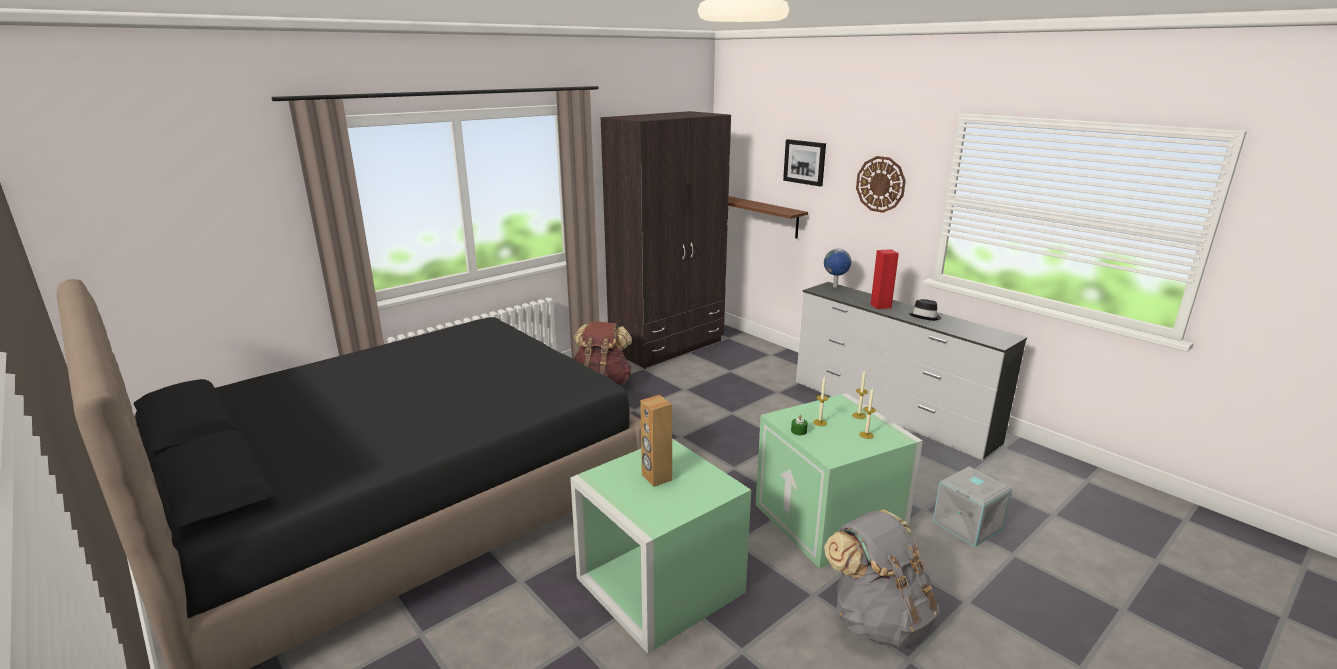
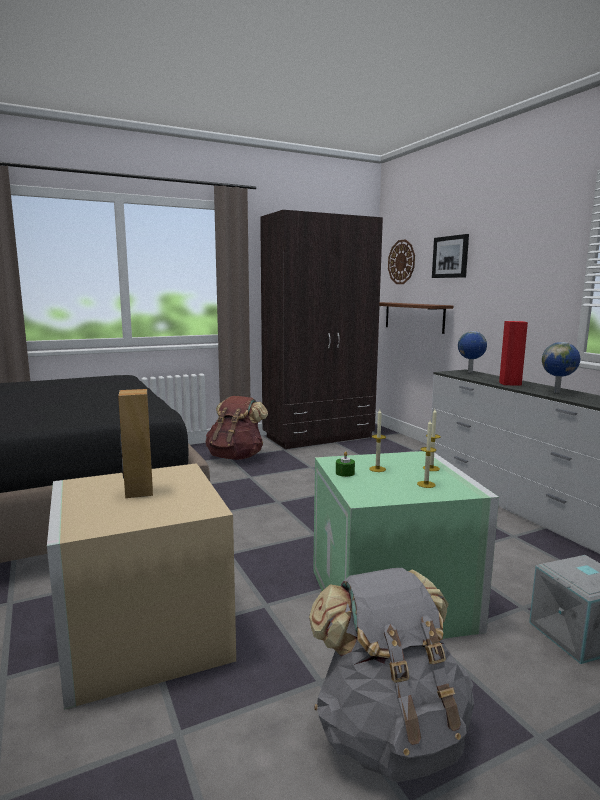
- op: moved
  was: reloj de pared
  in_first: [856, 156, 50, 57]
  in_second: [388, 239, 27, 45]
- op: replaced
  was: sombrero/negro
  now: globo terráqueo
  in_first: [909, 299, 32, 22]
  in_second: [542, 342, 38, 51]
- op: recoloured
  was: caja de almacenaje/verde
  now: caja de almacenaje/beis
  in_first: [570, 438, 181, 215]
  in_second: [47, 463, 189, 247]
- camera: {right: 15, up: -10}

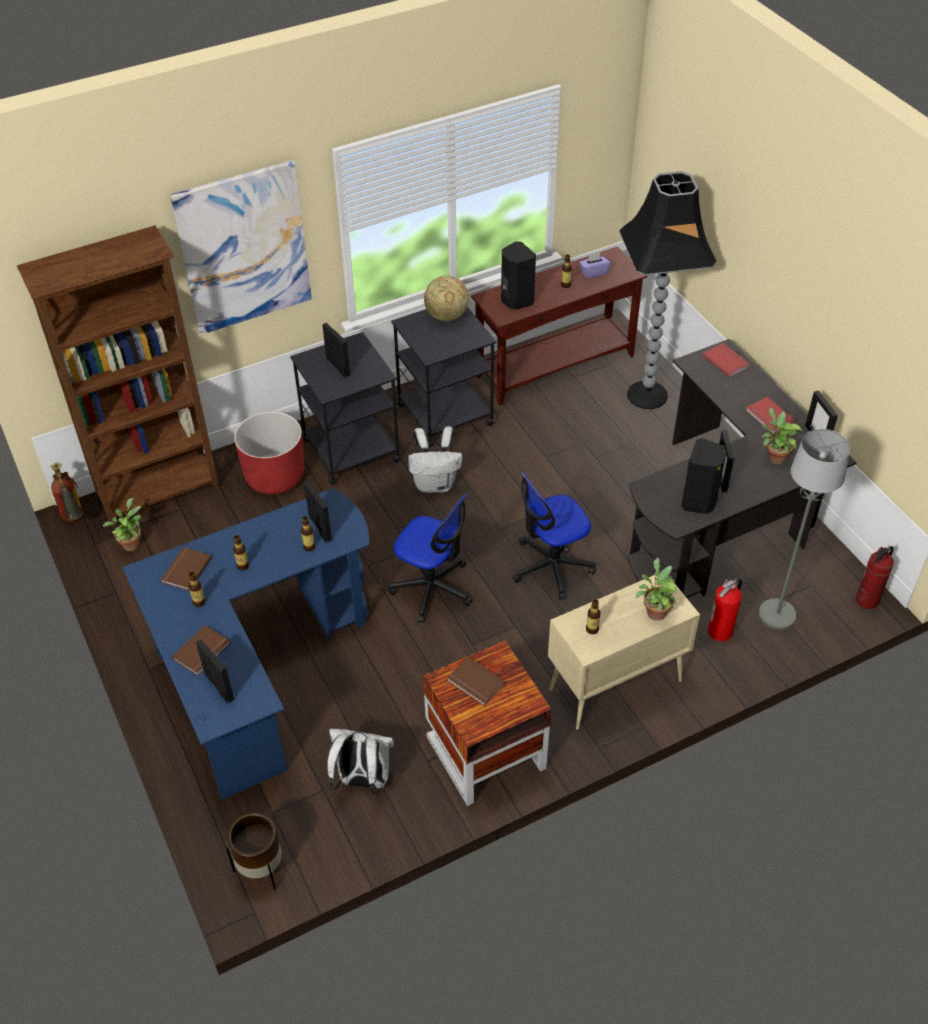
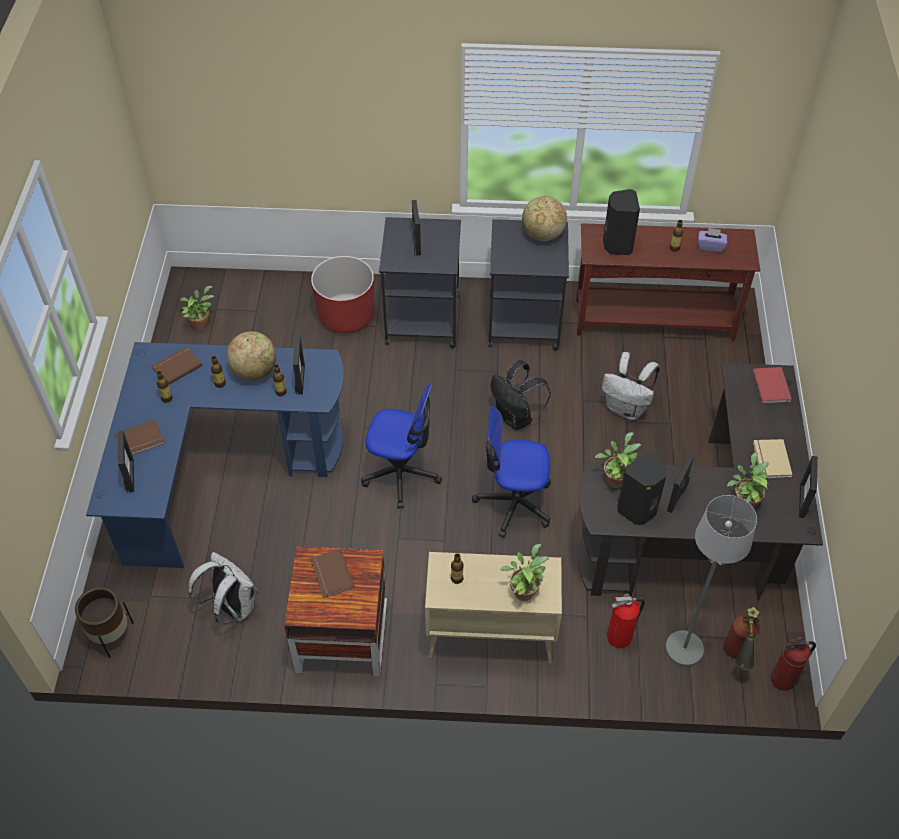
- op: removed
  was: estantería/marrón
  in_first: [17, 225, 203, 303]
- op: removed
  was: cuadro
  in_first: [170, 160, 142, 175]
- op: removed
  was: lámpara de pie/negro
  in_first: [619, 171, 98, 238]
- op: added
  now: globo terráqueo
  in_second: [227, 331, 49, 49]
- op: added
  now: mochila/negro
  in_second: [490, 360, 61, 70]
- op: added
  now: planta en maceta
  in_second: [595, 432, 46, 56]
- op: moved
  was: extintor
  in_first: [51, 462, 32, 61]
  in_second: [724, 607, 36, 64]
- op: moved
  was: mochila/blanco
  in_first: [408, 426, 55, 67]
  in_second: [602, 352, 58, 68]
- op: recoloured
  was: libro/rojo
  now: libro/beis
  in_first: [746, 397, 49, 37]
  in_second: [753, 439, 40, 39]
- op: turned
  was: silla de oficina
  in_first: [388, 493, 84, 130]
  in_second: [361, 384, 81, 125]
  clockwise: -45
- camera: {right: 30, up: 5}

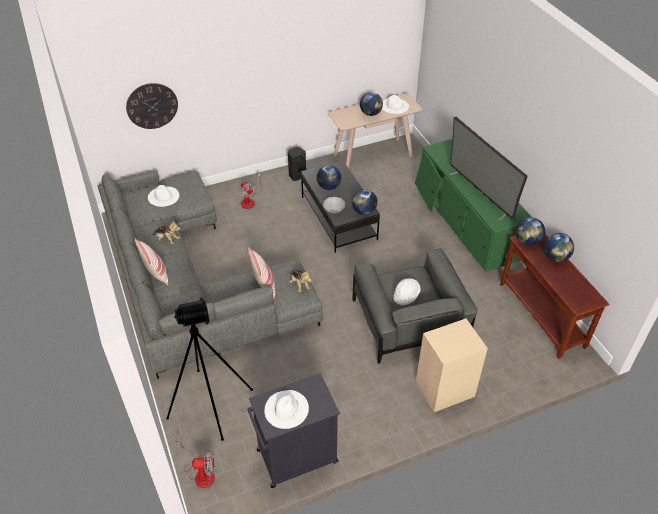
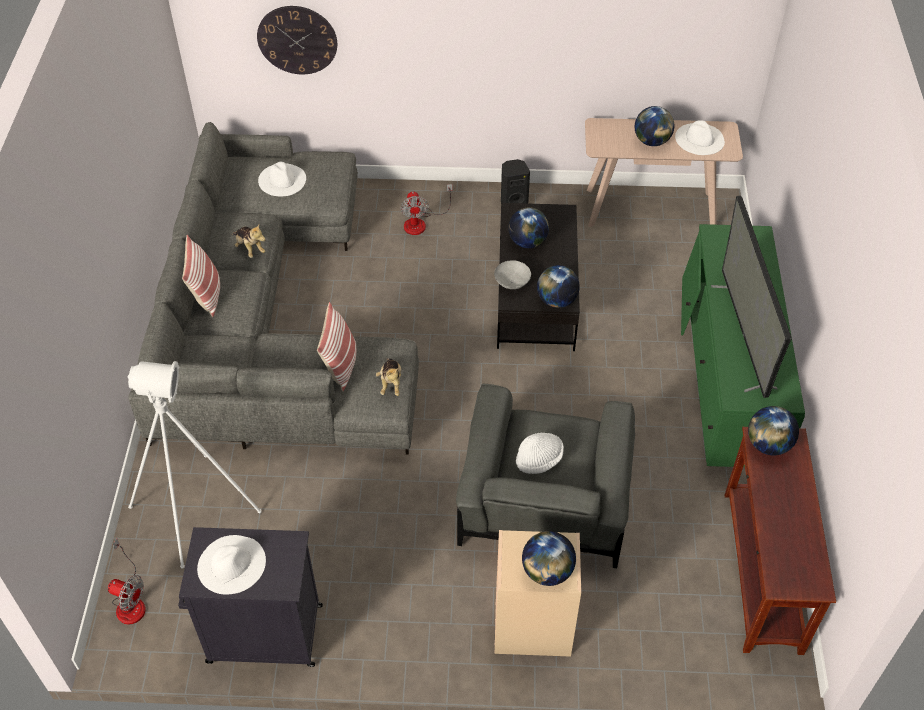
- op: moved
  was: globo terráqueo
  in_first: [544, 233, 30, 29]
  in_second: [522, 531, 54, 55]
- op: recoloured
  was: lámpara de pie/negro
  now: lámpara de pie/blanco
  in_first: [166, 297, 87, 144]
  in_second: [128, 361, 134, 207]
- camera: {right: 25, up: 5}

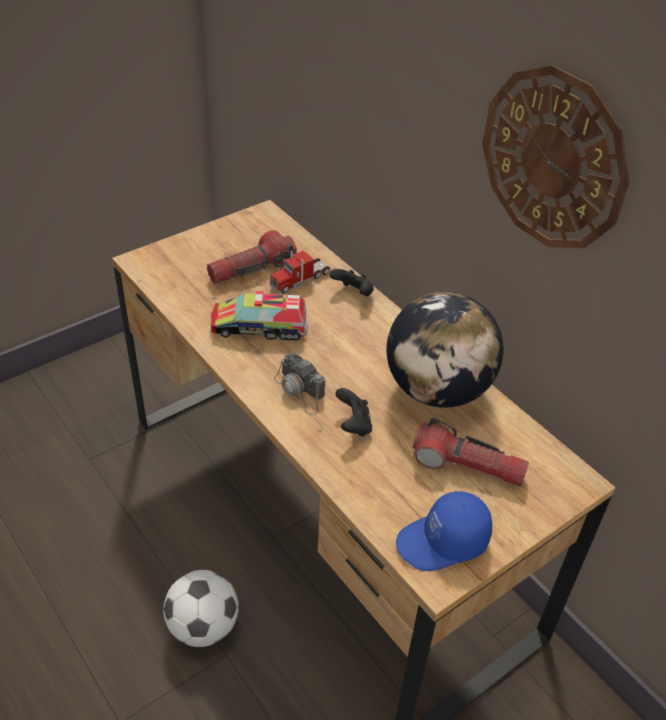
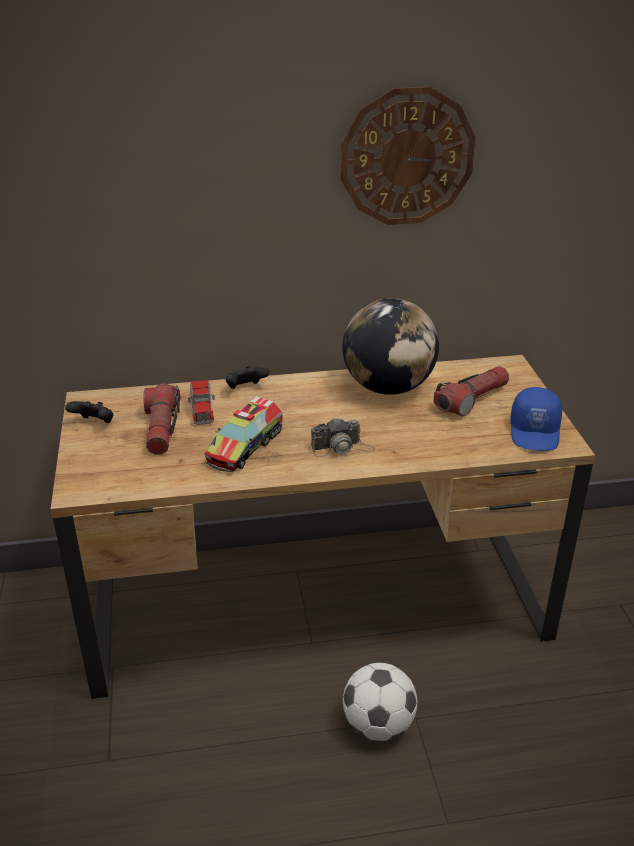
- op: moved
  was: mando de consola/negro
  in_first: [335, 388, 37, 49]
  in_second: [65, 401, 49, 22]
- camera: {right: -60, up: -10}

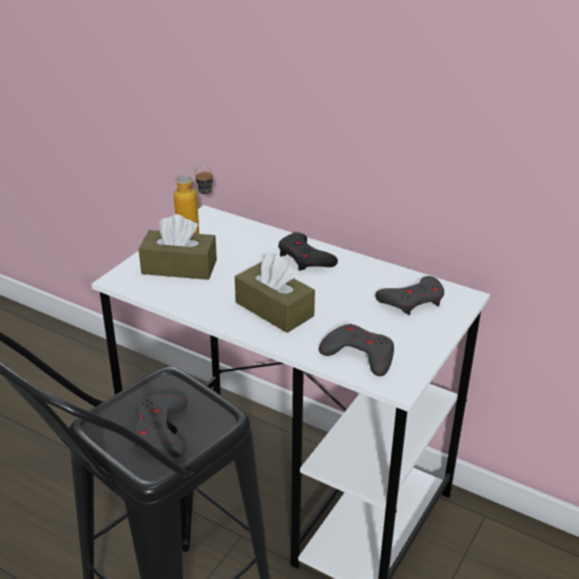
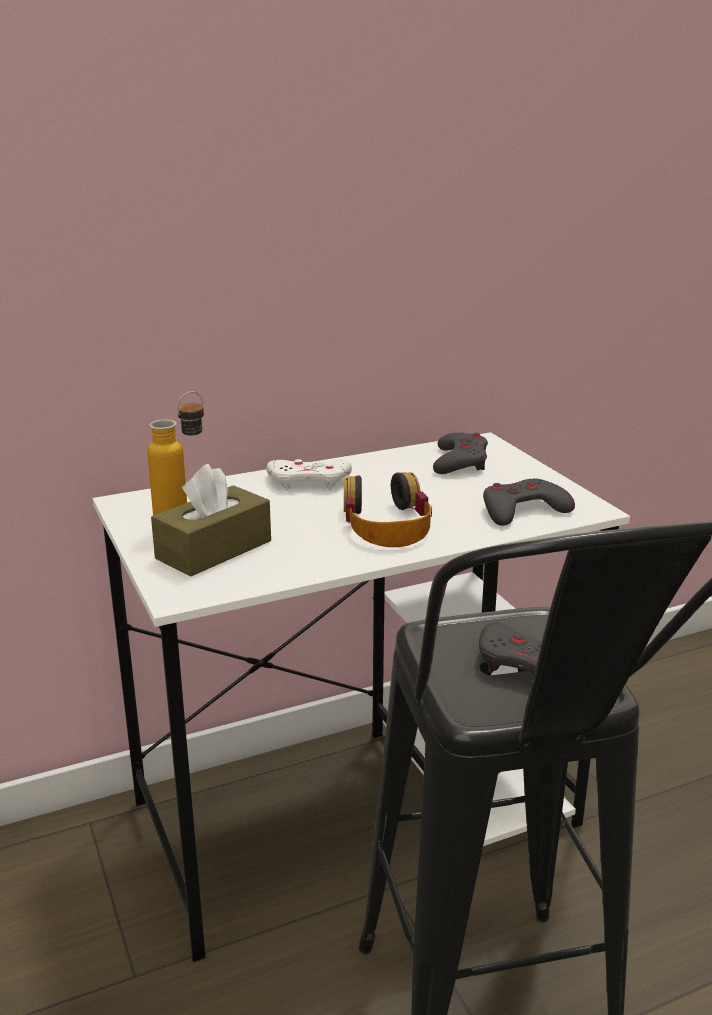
- op: replaced
  was: caja de pañuelos/marrón
  now: auriculares
  in_first: [235, 254, 80, 79]
  in_second: [344, 472, 88, 75]
- op: recoloured
  was: mando de consola/negro
  now: mando de consola/blanco
  in_first: [278, 233, 60, 38]
  in_second: [266, 459, 86, 32]
- camera: {right: -55, up: -10}

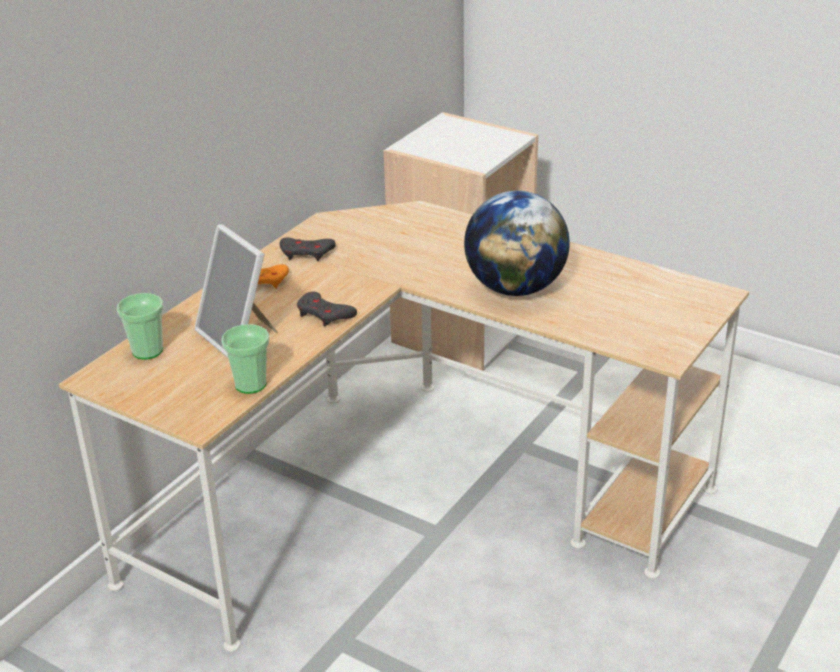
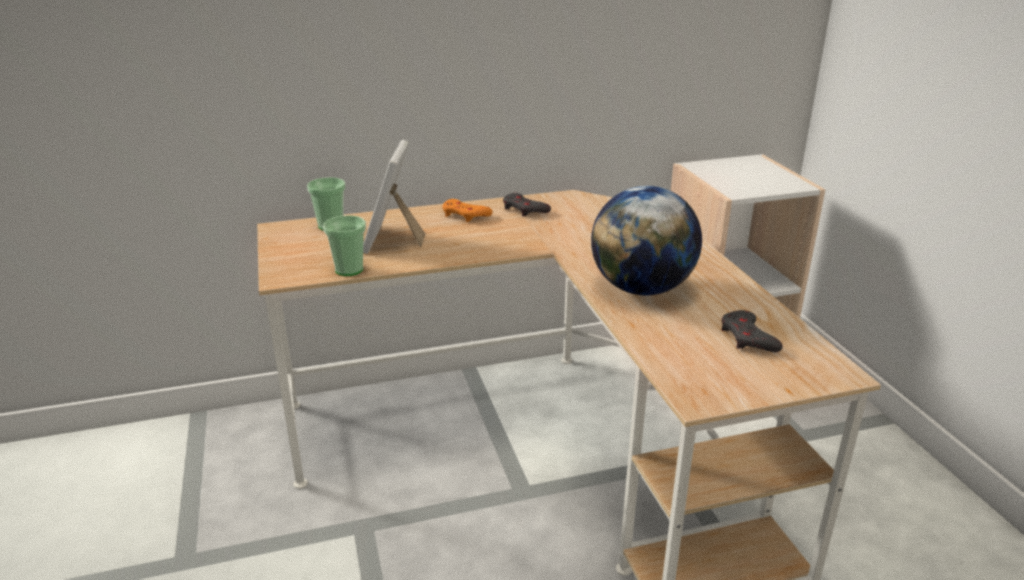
- op: moved
  was: mando de consola/gris
  in_first: [297, 292, 60, 34]
  in_second: [722, 310, 61, 42]
- camera: {right: 40, up: -5}

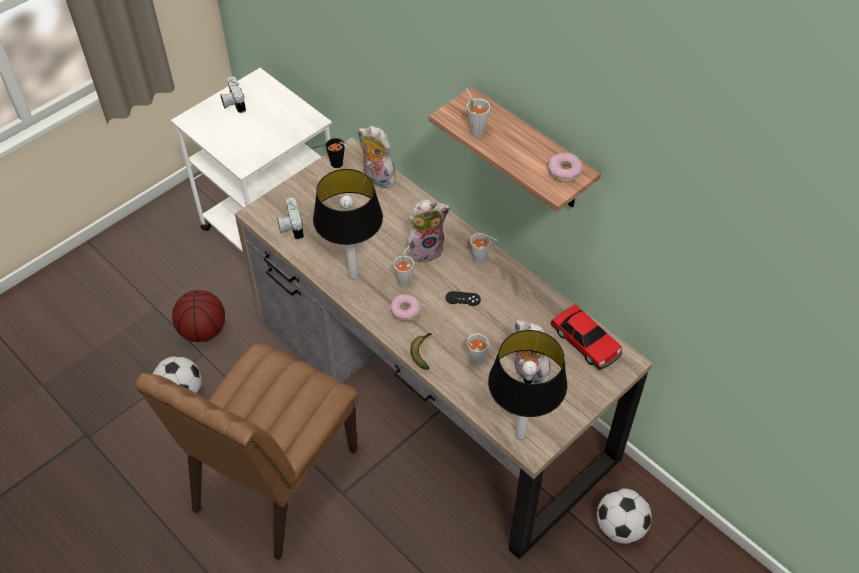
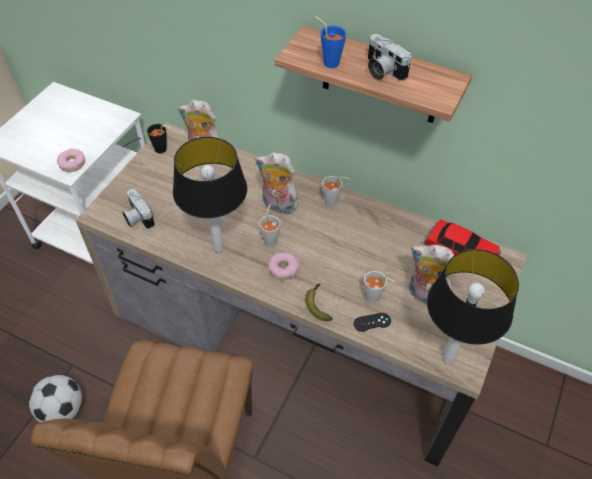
- op: removed
  was: balón de baloncesto
  in_first: [172, 290, 53, 52]
- op: removed
  was: balón de fútbol
  in_first: [597, 488, 55, 56]
- op: moved
  was: cámara
  in_first: [220, 76, 26, 37]
  in_second: [368, 34, 44, 47]
- op: moved
  was: mando de consola/negro
  in_first: [445, 291, 36, 15]
  in_second: [354, 313, 37, 19]
- op: moved
  was: rosquilla
  in_first: [548, 153, 35, 29]
  in_second: [57, 149, 28, 23]
- op: recoloured
  was: taza/gris
  now: taza/azul
  in_first: [466, 88, 24, 48]
  in_second: [315, 16, 31, 52]
- op: turned
  was: peluche
  in_first: [407, 200, 43, 62]
  in_second: [255, 152, 43, 62]
  clockwise: -120
- camera: {right: -20, up: 0}

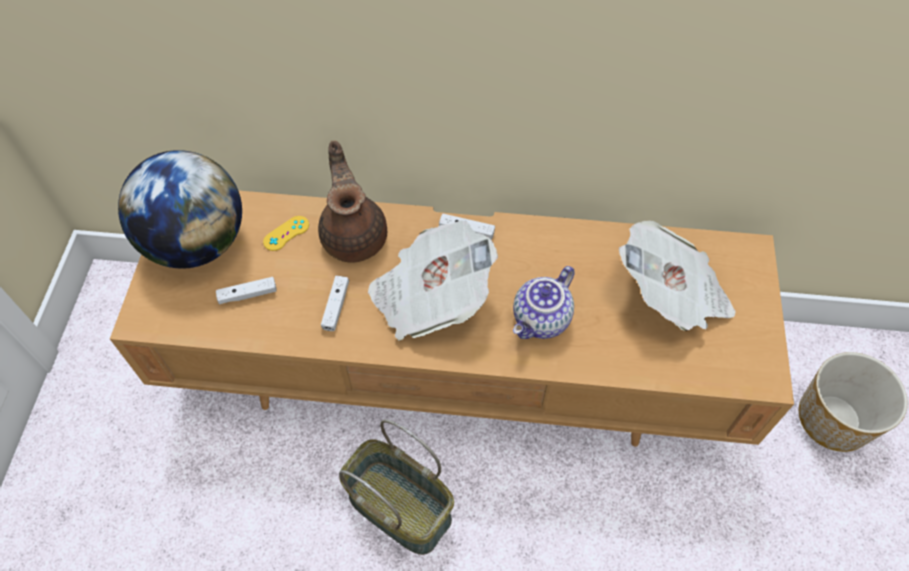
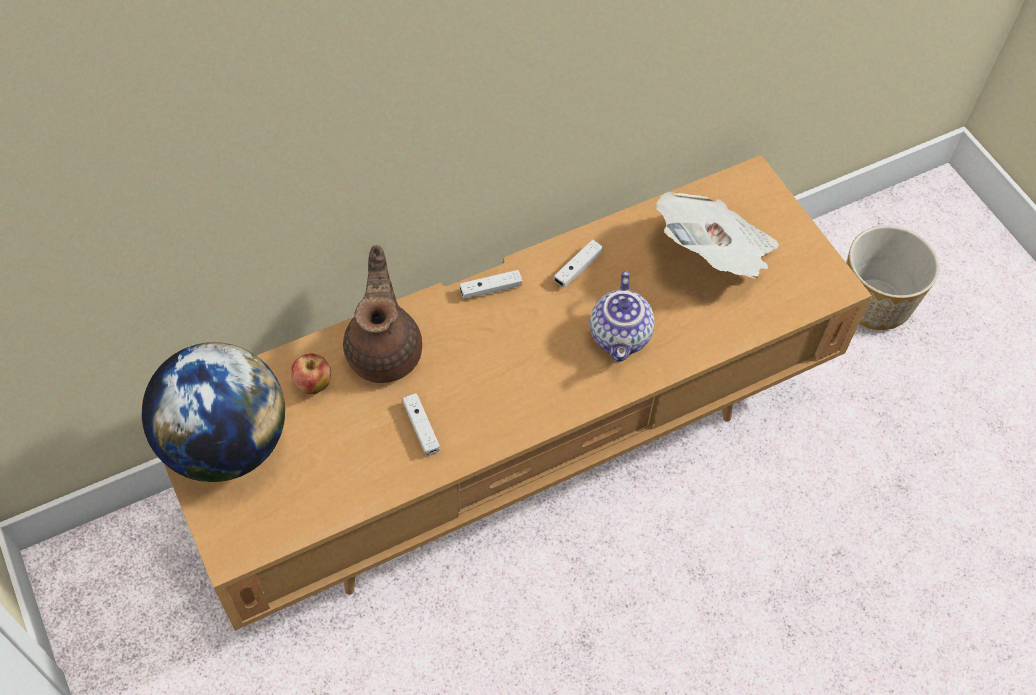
- op: removed
  was: cesta
  in_first: [339, 419, 115, 136]
- op: removed
  was: periódico
  in_first: [368, 220, 130, 121]
- op: moved
  was: mando de consola/blanco
  in_first: [216, 277, 61, 27]
  in_second: [554, 240, 49, 47]
- op: replaced
  was: mando de consola/amarillo
  now: manzana
  in_first: [263, 216, 46, 35]
  in_second: [291, 353, 40, 41]
- op: turned
  was: tetera/marrón
  in_first: [318, 141, 69, 122]
  in_second: [343, 245, 79, 138]
  clockwise: 45
- camera: {right: -35, up: 0}

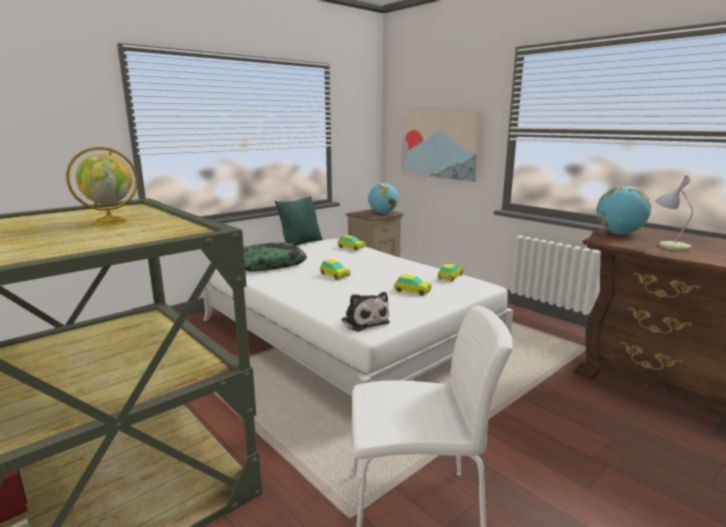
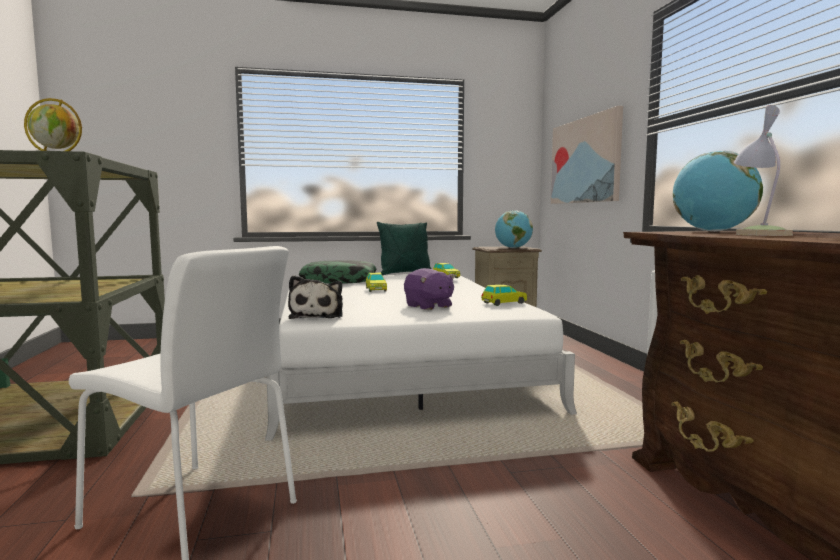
- op: replaced
  was: coche de juguete
  now: peluche/morado
  in_first: [394, 274, 38, 22]
  in_second: [404, 268, 51, 42]
- camera: {right: 30, up: -10}

